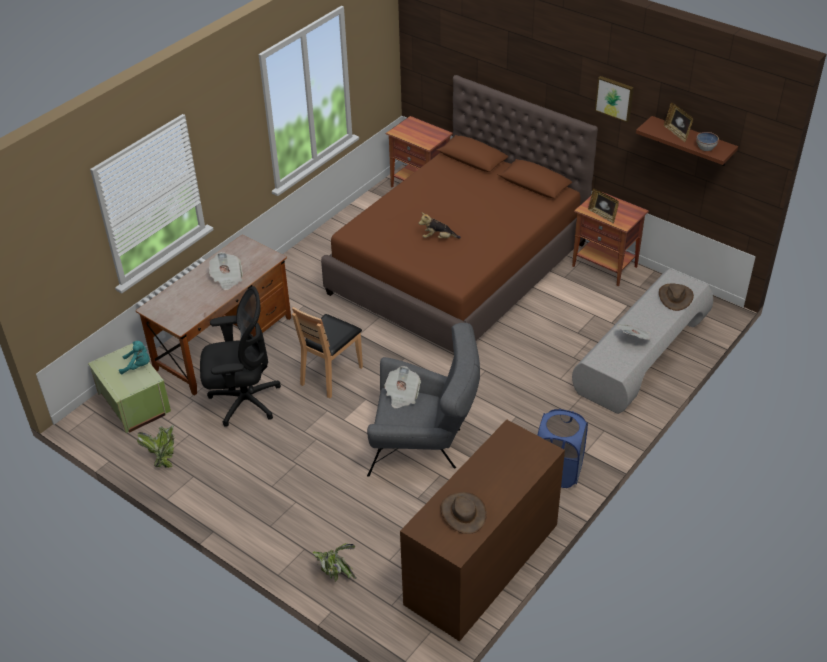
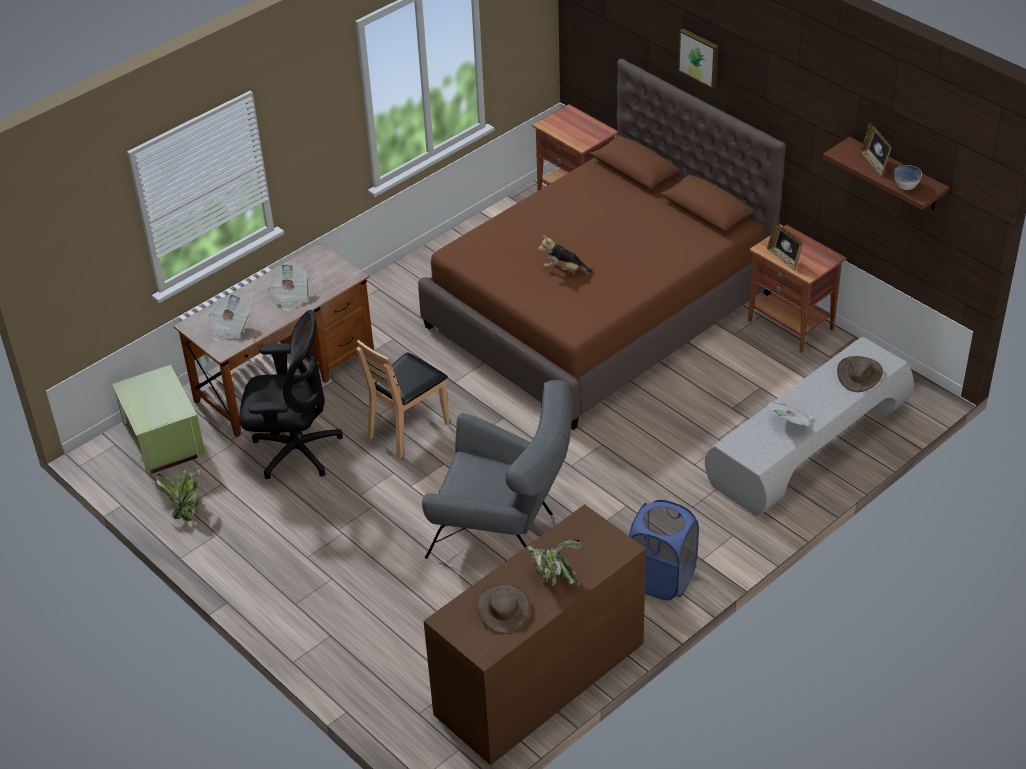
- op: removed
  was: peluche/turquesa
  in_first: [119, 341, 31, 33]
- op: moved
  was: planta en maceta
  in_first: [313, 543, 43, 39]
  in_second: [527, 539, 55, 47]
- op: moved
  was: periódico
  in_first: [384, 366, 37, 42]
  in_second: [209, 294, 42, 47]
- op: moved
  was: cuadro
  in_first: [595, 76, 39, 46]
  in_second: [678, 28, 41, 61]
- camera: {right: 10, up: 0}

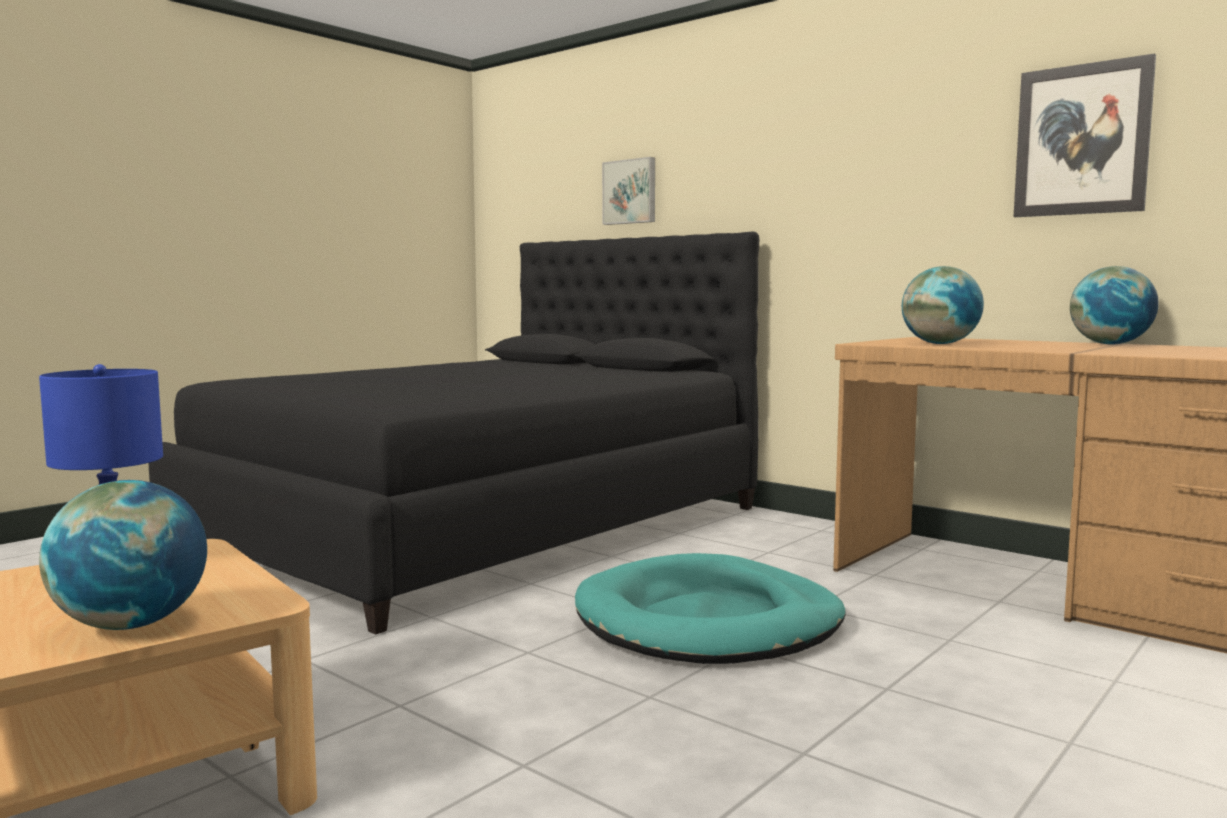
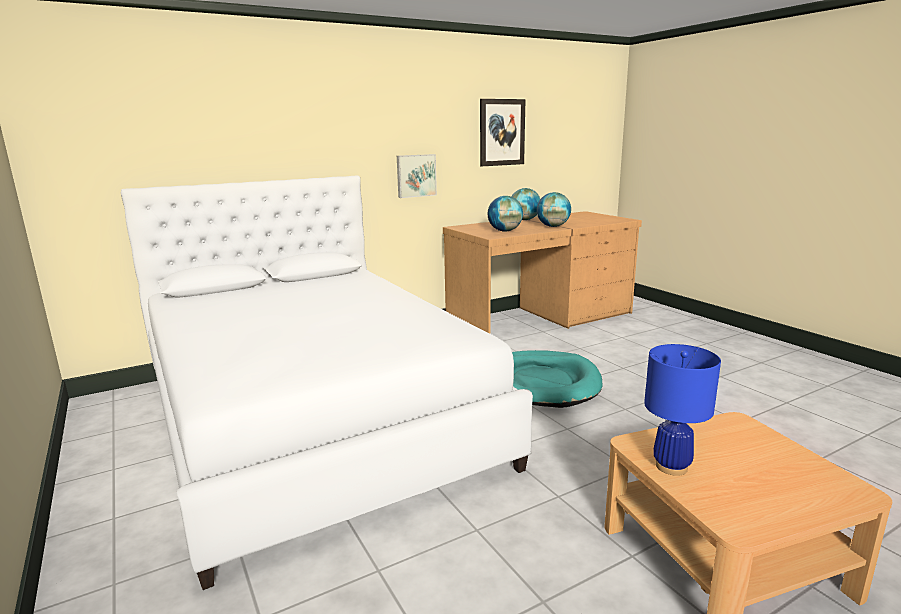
- op: moved
  was: globo terráqueo
  in_first: [39, 480, 168, 150]
  in_second: [537, 192, 34, 35]
- op: moved
  was: cuadro
  in_first: [602, 157, 53, 68]
  in_second: [397, 154, 40, 44]
- op: recoloured
  was: cama/negro
  now: cama/blanco
  in_first: [149, 232, 610, 402]
  in_second: [121, 176, 412, 414]
- camera: {right: -70, up: 10}

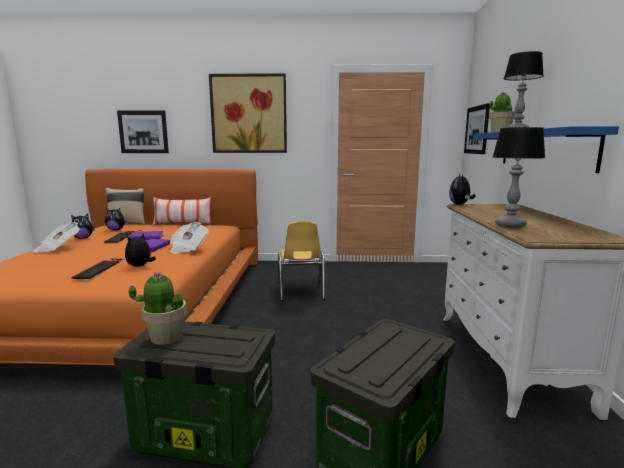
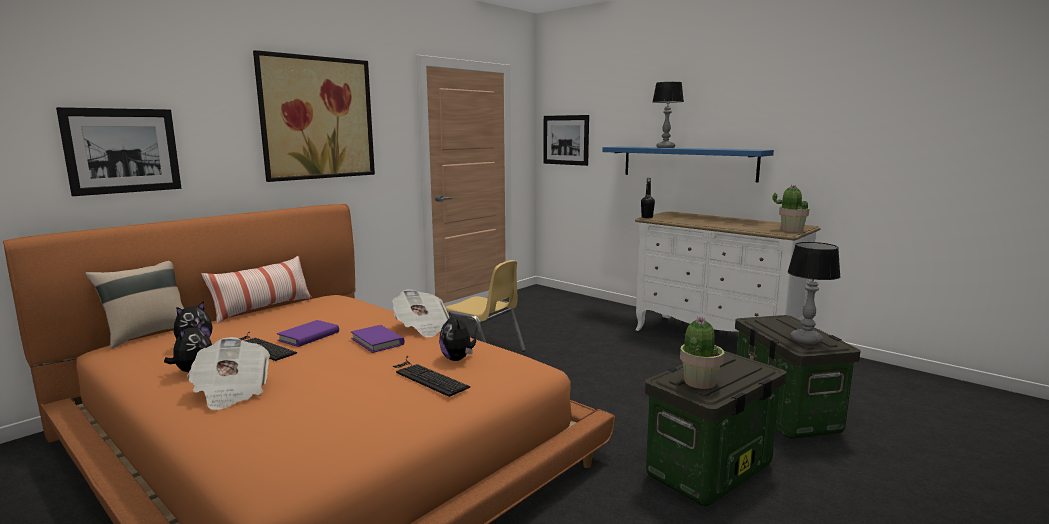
- op: moved
  was: planta en maceta
  in_first: [489, 92, 27, 40]
  in_second: [773, 185, 36, 47]
- op: moved
  was: lámpara de mesa
  in_first: [493, 127, 52, 100]
  in_second: [787, 242, 54, 102]
- op: replaced
  was: peluche
  now: botella/negro
  in_first: [449, 174, 27, 31]
  in_second: [641, 178, 14, 40]
- camera: {right: -50, up: 0}

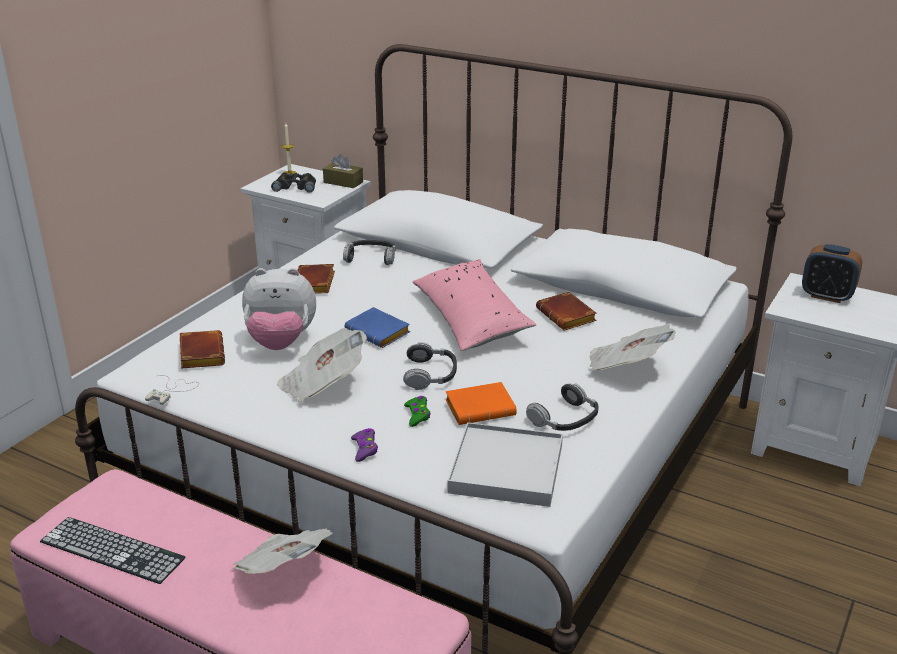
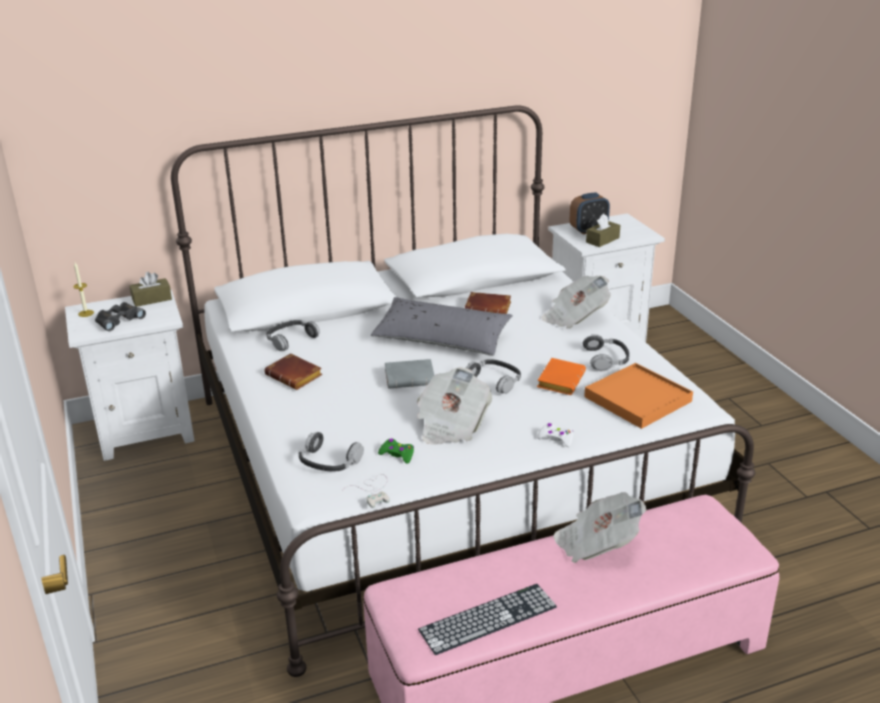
- op: removed
  was: peluche
  in_first: [242, 268, 74, 82]
- op: added
  now: caja de pañuelos/marrón
  in_second: [586, 214, 34, 33]
- op: moved
  was: mando de consola/verde
  in_first: [404, 396, 27, 31]
  in_second: [378, 438, 36, 26]
- op: replaced
  was: libro/marrón
  now: auriculares
  in_first: [180, 330, 45, 39]
  in_second: [299, 432, 65, 40]
- op: recoloured
  was: libro/azul
  now: libro/gris
  in_first: [345, 307, 65, 41]
  in_second: [385, 359, 49, 30]
- op: recoloured
  was: mando de consola/morado
  now: mando de consola/blanco
  in_first: [351, 428, 27, 34]
  in_second: [537, 423, 36, 24]
- op: recoloured
  was: cojín/rosa
  now: cojín/gris
  in_first: [413, 259, 123, 92]
  in_second: [371, 297, 142, 59]
- op: recoloured
  was: bandeja/blanco
  now: bandeja/naranja
  in_first: [448, 423, 115, 84]
  in_second: [584, 363, 109, 66]
- camera: {right: -50, up: 0}

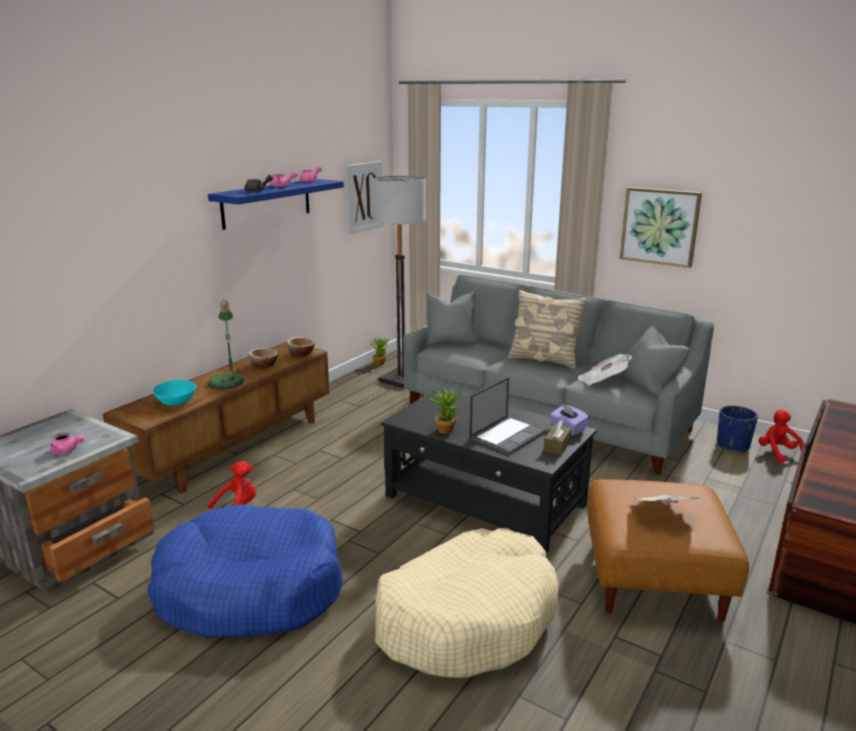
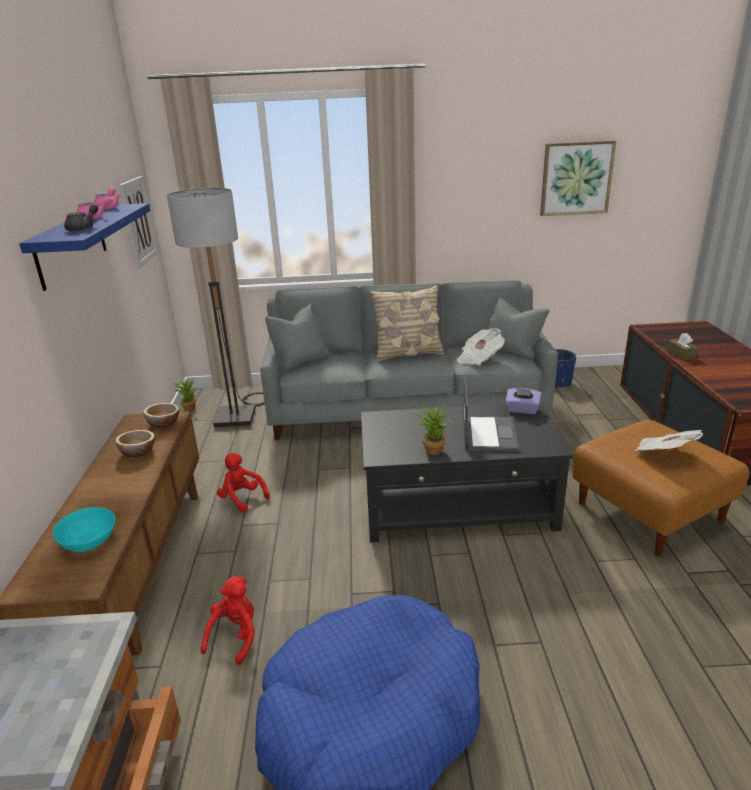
- op: removed
  was: tetera/rosa
  in_first: [50, 433, 35, 21]
- op: removed
  was: lámpara de mesa
  in_first: [208, 300, 36, 89]
- op: removed
  was: cama para perro/beis
  in_first: [375, 528, 184, 150]
- op: moved
  was: caja de pañuelos/marrón
  in_first: [544, 420, 28, 35]
  in_second: [667, 333, 31, 28]
- op: moved
  was: cuadro
  in_first: [619, 187, 83, 81]
  in_second: [540, 141, 76, 75]
- op: moved
  was: peluche/rojo
  in_first: [759, 409, 45, 54]
  in_second: [217, 453, 53, 60]
- camera: {right: -35, up: 5}

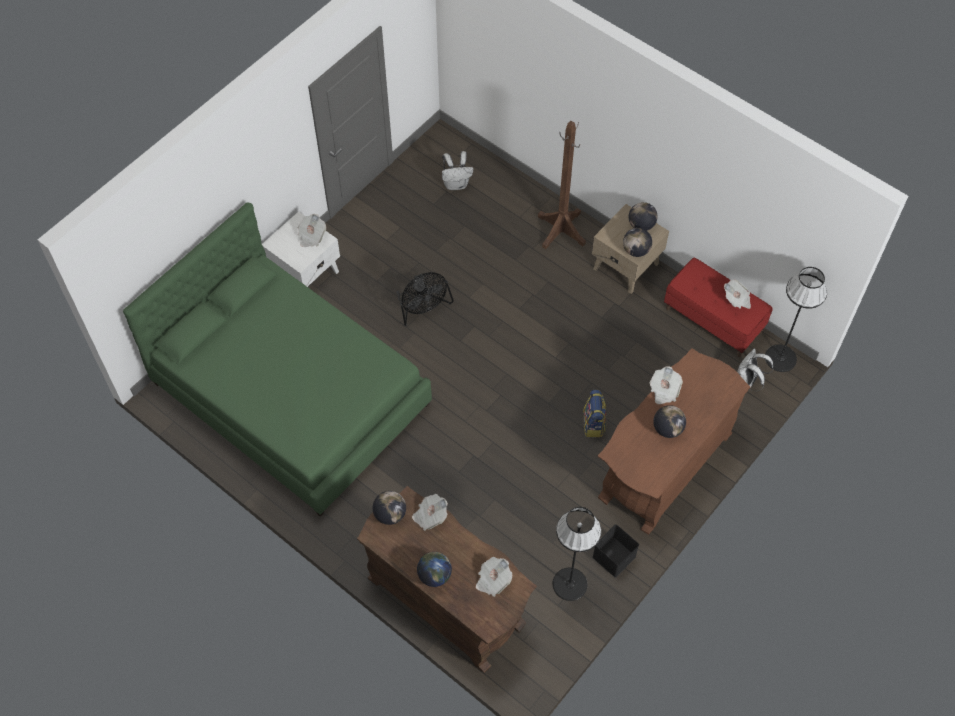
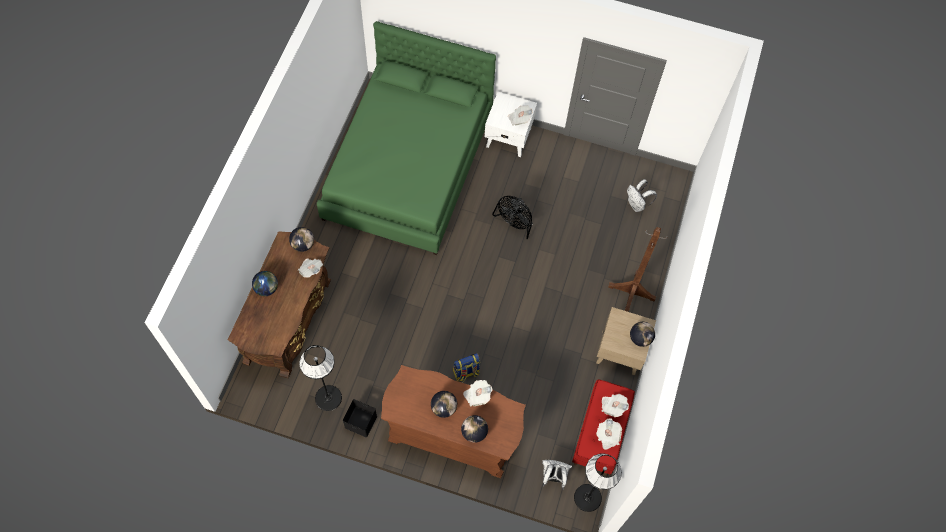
- op: moved
  was: periódico
  in_first: [476, 557, 36, 40]
  in_second: [601, 394, 28, 23]
- op: moved
  was: globo terráqueo
  in_first: [623, 228, 29, 29]
  in_second: [461, 415, 27, 28]
- camera: {right: 65, up: 5}

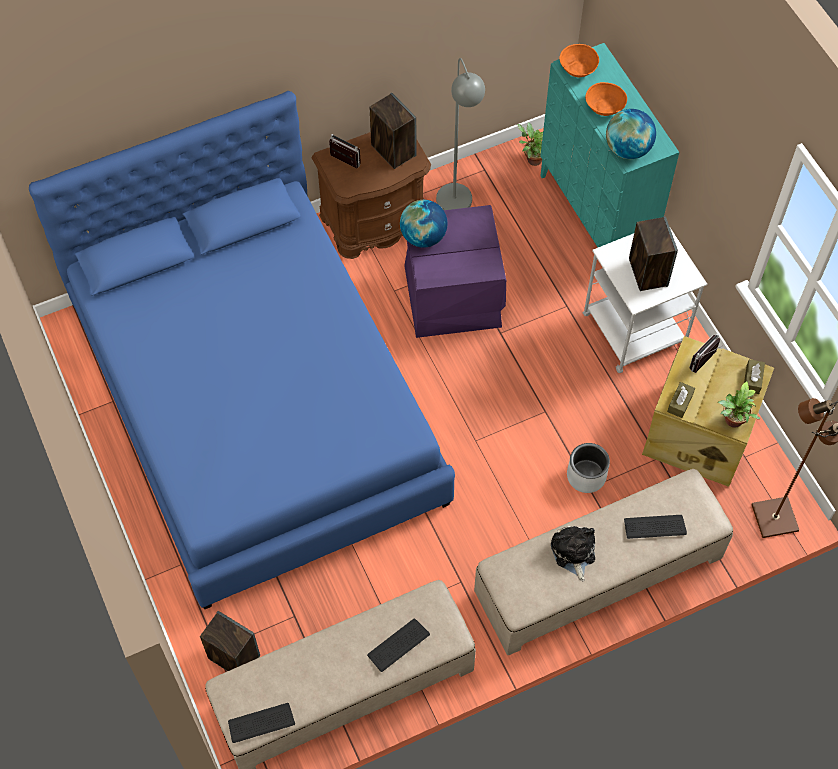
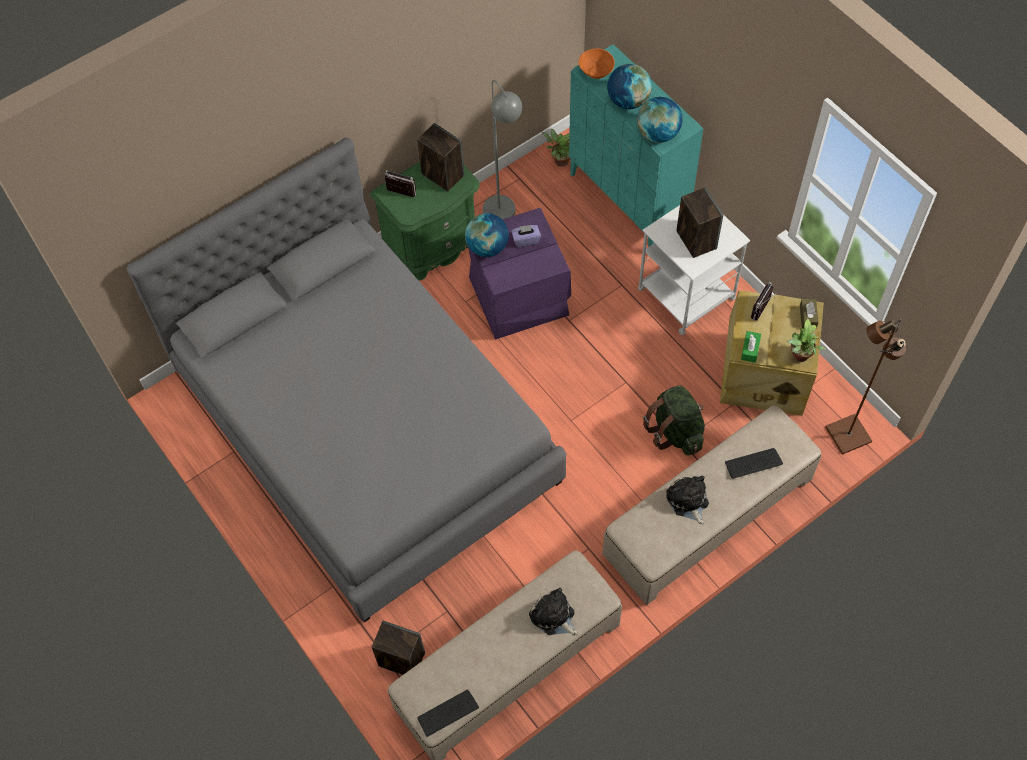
- op: added
  now: caja de pañuelos/morado
  in_second: [511, 225, 30, 22]
- op: replaced
  was: teclado
  now: peluche
  in_first: [367, 619, 63, 53]
  in_second: [529, 588, 49, 47]
- op: replaced
  was: maceta/gris
  now: mochila/verde
  in_first: [567, 443, 43, 50]
  in_second: [643, 385, 62, 71]
- op: replaced
  was: cuenco/naranja
  now: globo terráqueo
  in_first: [585, 82, 42, 34]
  in_second: [607, 64, 45, 45]
- op: recoloured
  was: cama/azul
  now: cama/gris
  in_first: [29, 91, 426, 518]
  in_second: [127, 138, 439, 484]
- op: recoloured
  was: mesita de noche/marrón
  now: mesita de noche/verde
  in_first: [311, 132, 120, 127]
  in_second: [370, 162, 109, 119]
- op: recoloured
  was: caja de pañuelos/marrón
  now: caja de pañuelos/verde
  in_first: [667, 382, 28, 36]
  in_second: [741, 331, 20, 32]
- camera: {right: -10, up: 0}

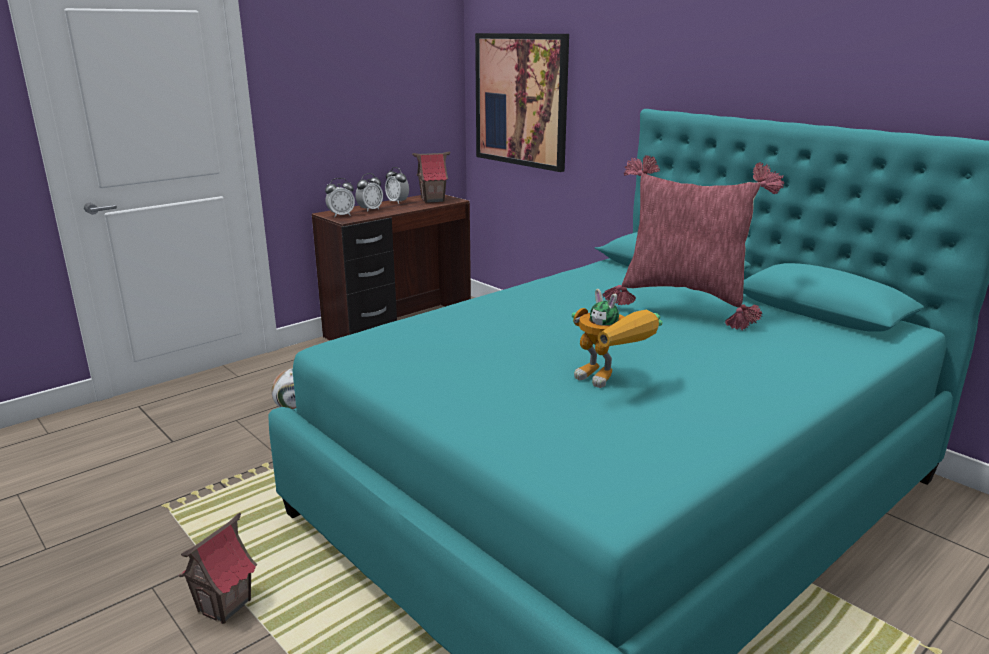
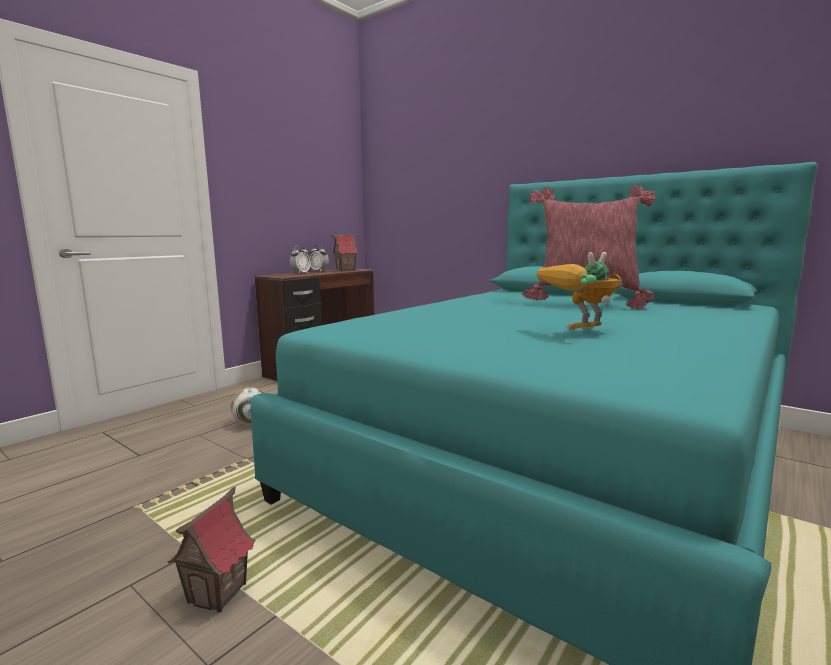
- op: removed
  was: despertador
  in_first: [325, 178, 30, 39]
- op: removed
  was: cuadro
  in_first: [475, 33, 94, 139]
- op: turned
  was: robot de juguete
  in_first: [572, 289, 91, 99]
  in_second: [537, 252, 86, 79]
  clockwise: 120
- camera: {right: -10, up: -10}

